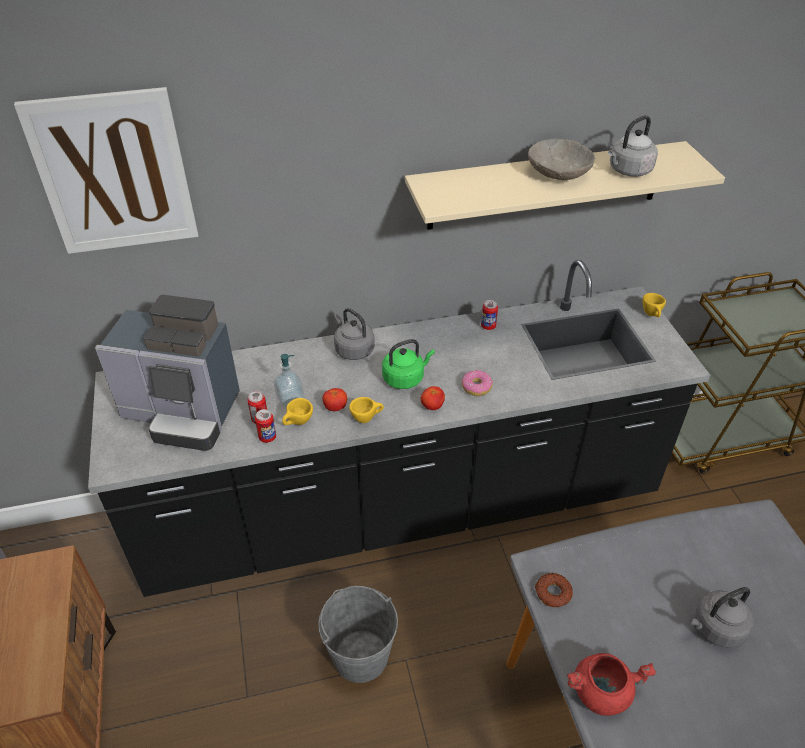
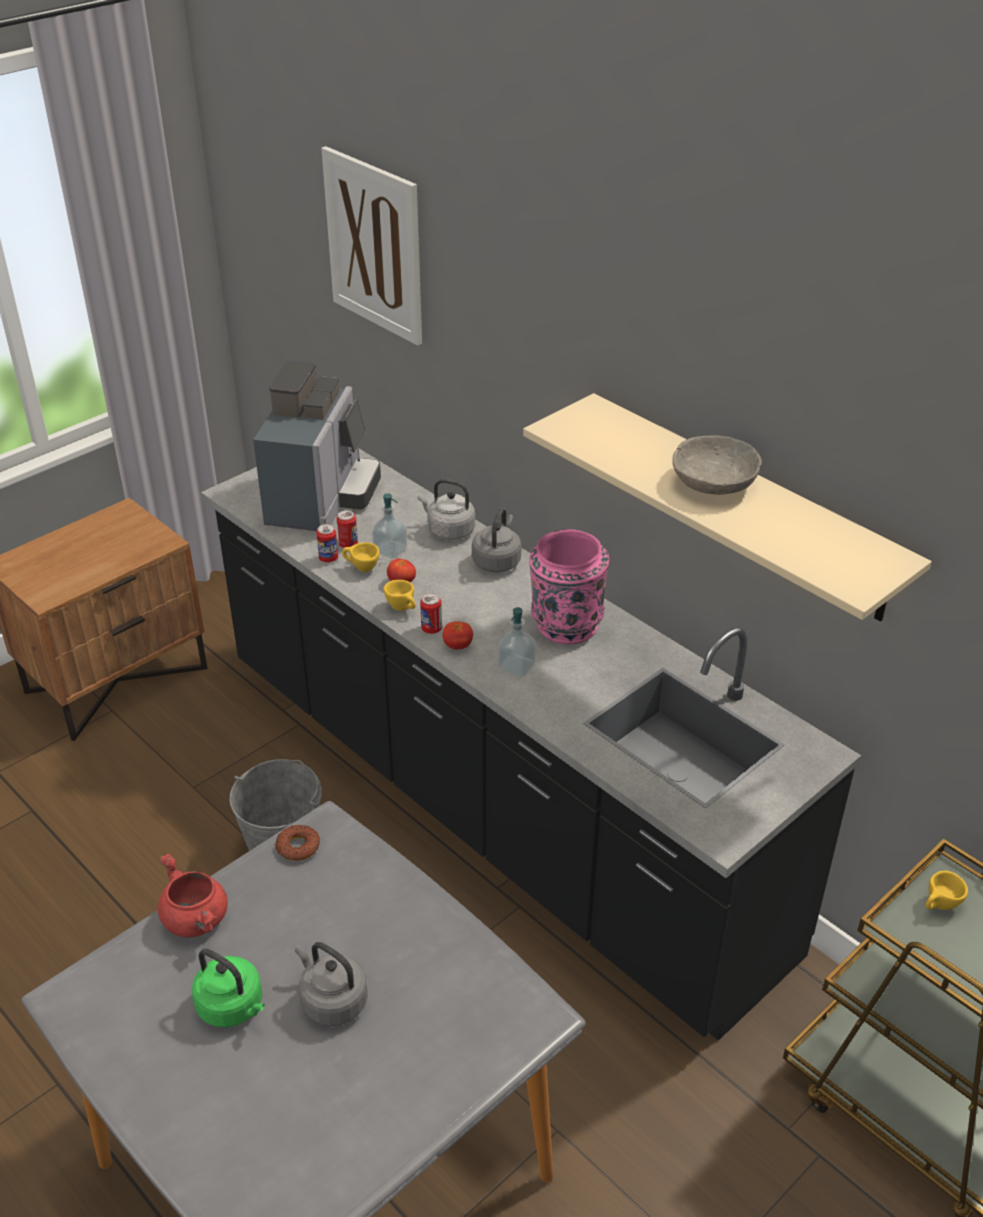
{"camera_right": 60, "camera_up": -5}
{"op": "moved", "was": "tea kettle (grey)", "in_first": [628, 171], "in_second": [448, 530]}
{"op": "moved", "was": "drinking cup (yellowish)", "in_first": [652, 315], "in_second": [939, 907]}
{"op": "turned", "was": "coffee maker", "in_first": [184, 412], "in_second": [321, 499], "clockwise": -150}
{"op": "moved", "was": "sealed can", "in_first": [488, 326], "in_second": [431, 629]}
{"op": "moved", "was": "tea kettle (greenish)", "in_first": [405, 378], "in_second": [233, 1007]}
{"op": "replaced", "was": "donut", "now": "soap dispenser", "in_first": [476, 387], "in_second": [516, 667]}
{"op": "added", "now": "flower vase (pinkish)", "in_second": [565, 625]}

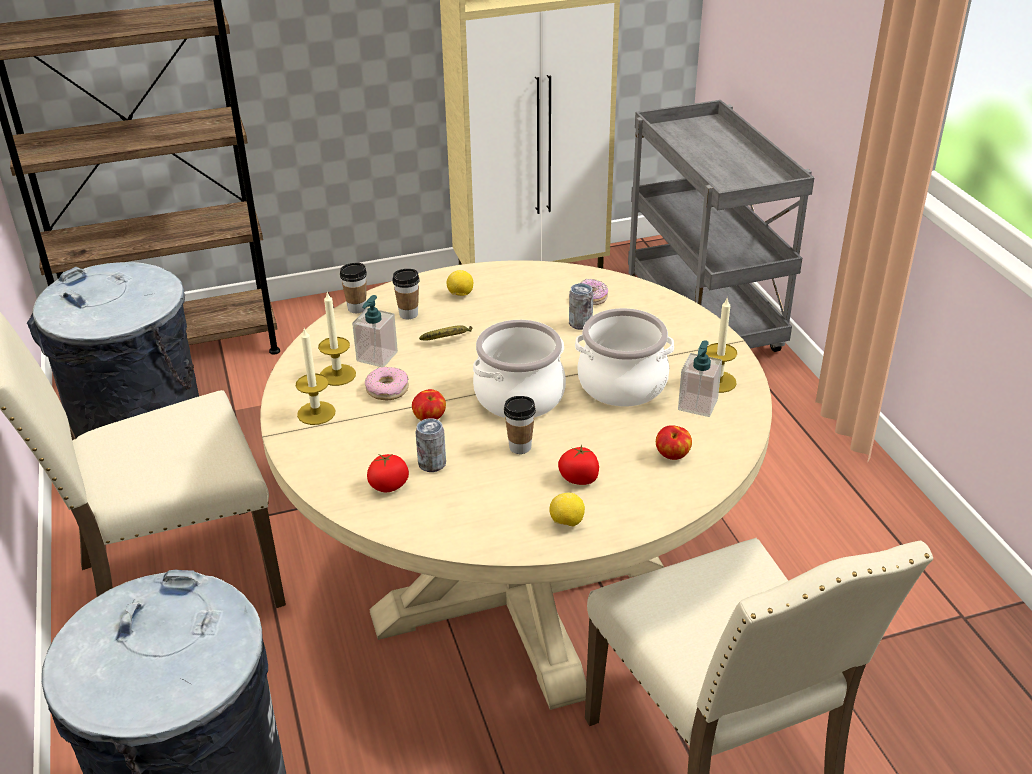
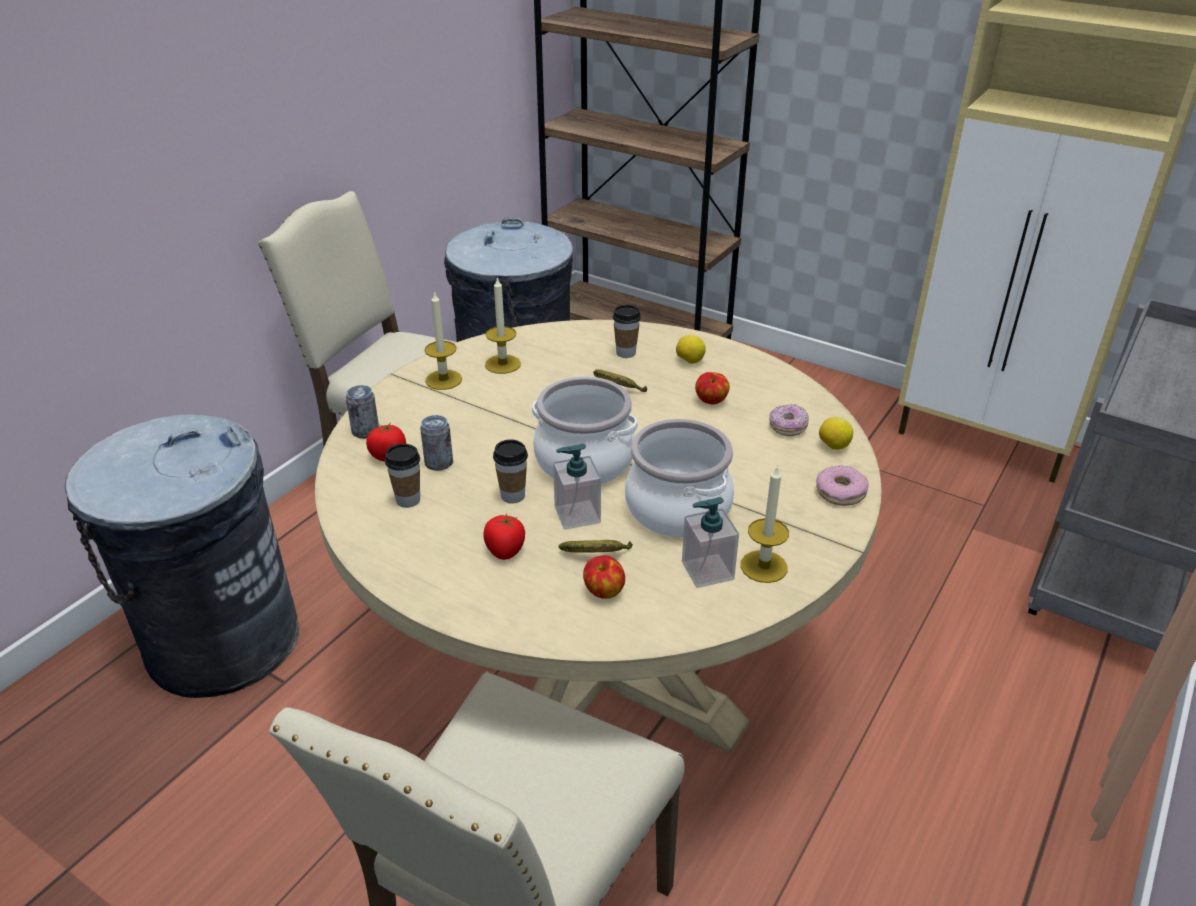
{"camera_right": 50, "camera_up": 0}
{"op": "moved", "was": "drinking cup", "in_first": [357, 308], "in_second": [408, 500]}
{"op": "moved", "was": "sealed can", "in_first": [580, 324], "in_second": [365, 432]}
{"op": "moved", "was": "soap dispenser", "in_first": [377, 356], "in_second": [577, 515]}
{"op": "moved", "was": "donut", "in_first": [387, 389], "in_second": [840, 492]}
{"op": "moved", "was": "apple fruit", "in_first": [430, 419], "in_second": [711, 401]}
{"op": "moved", "was": "whole lemon", "in_first": [566, 522], "in_second": [833, 446]}
{"op": "added", "now": "banana fruit", "in_second": [596, 555]}

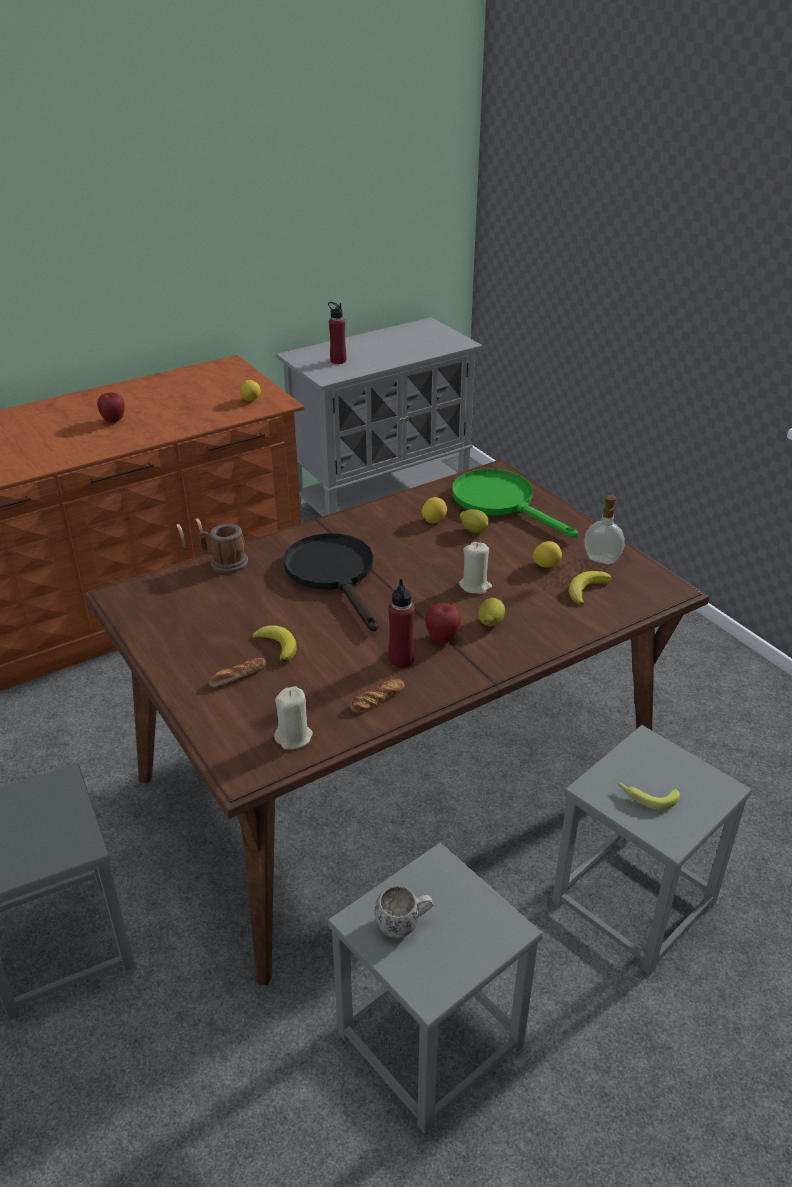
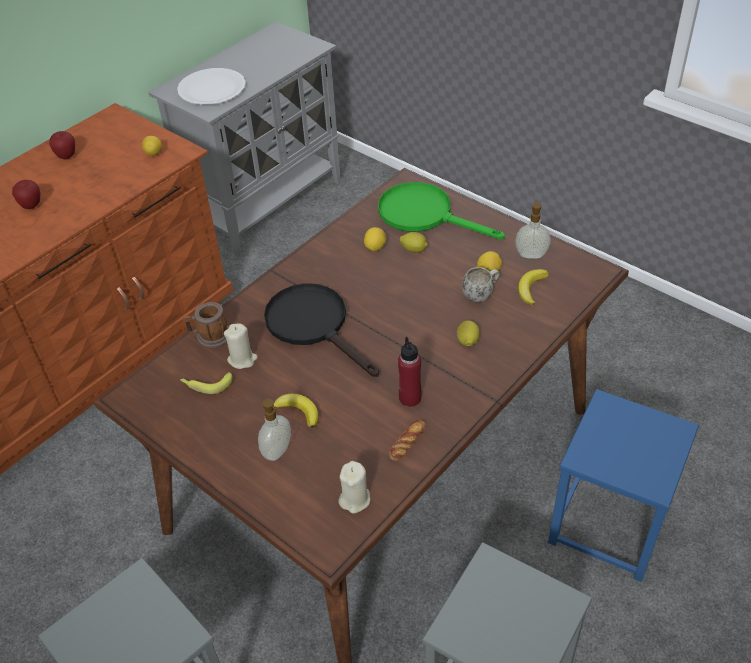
{"camera_right": -15, "camera_up": 10}
{"op": "replaced", "was": "bottle (reddish)", "now": "dinner plate (whitish)", "in_first": [338, 360], "in_second": [211, 89]}
{"op": "moved", "was": "wax light (beige)", "in_first": [475, 586], "in_second": [242, 359]}
{"op": "moved", "was": "apple fruit", "in_first": [442, 638], "in_second": [67, 156]}
{"op": "replaced", "was": "bakery bread", "now": "soap dispenser", "in_first": [238, 676], "in_second": [278, 451]}
{"op": "recoloured", "was": "stool (grey)", "now": "stool (bluish)", "in_first": [634, 903], "in_second": [610, 525]}
{"op": "moved", "was": "banana fruit", "in_first": [646, 797], "in_second": [206, 384]}
{"op": "moved", "was": "tea mug (whitish)", "in_first": [404, 924], "in_second": [481, 294]}

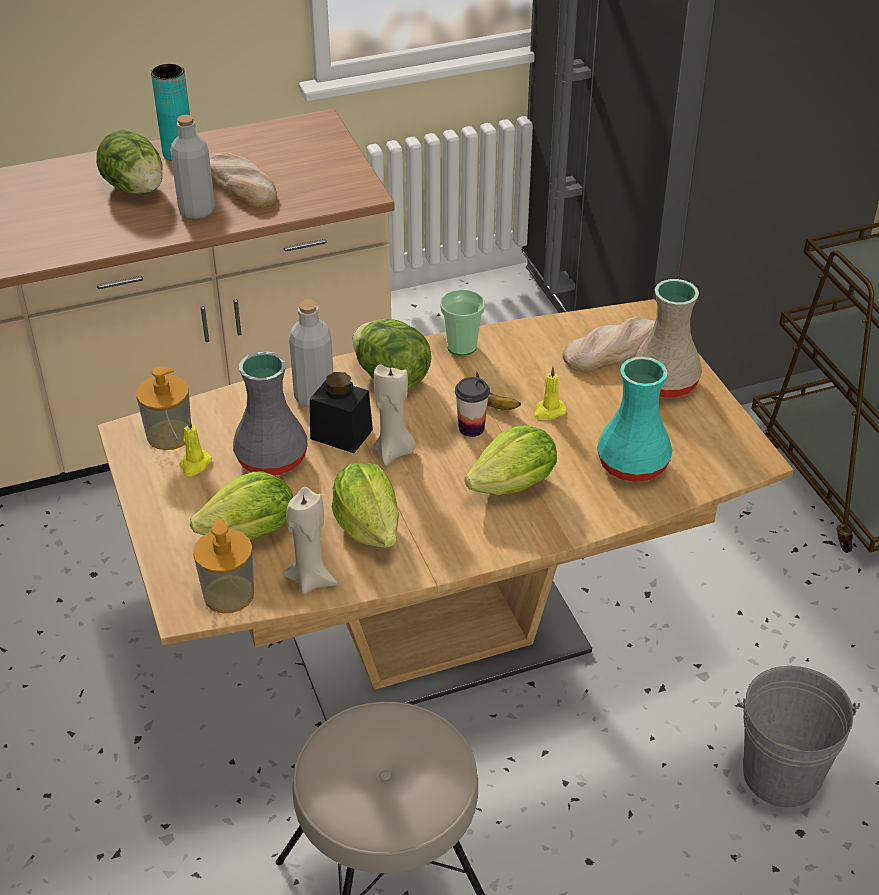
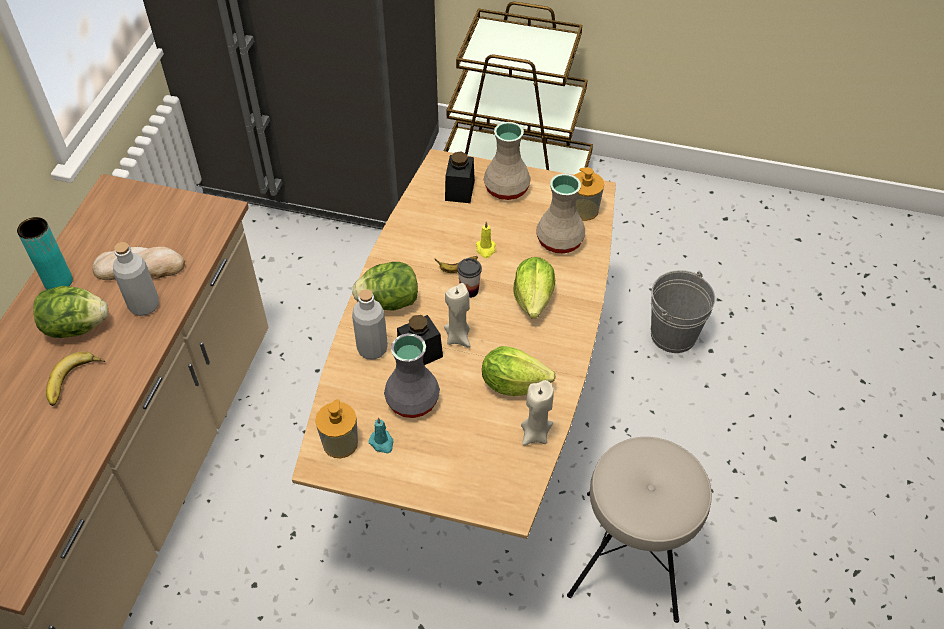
{"camera_right": -55, "camera_up": 10}
{"op": "removed", "was": "drinking cup", "in_first": [462, 346]}
{"op": "replaced", "was": "bakery bread", "now": "preserve jar (blackish)", "in_first": [616, 350], "in_second": [459, 190]}
{"op": "recoloured", "was": "flower vase (blue-green)", "now": "flower vase (beige)", "in_first": [633, 464], "in_second": [559, 240]}
{"op": "recoloured", "was": "wax light (yellowish)", "now": "wax light (blue-green)", "in_first": [195, 464], "in_second": [382, 443]}
{"op": "removed", "was": "head of lettuce", "in_first": [251, 532]}
{"op": "moved", "was": "soap dispenser", "in_first": [229, 594], "in_second": [584, 210]}
{"op": "added", "now": "banana fruit", "in_second": [75, 382]}

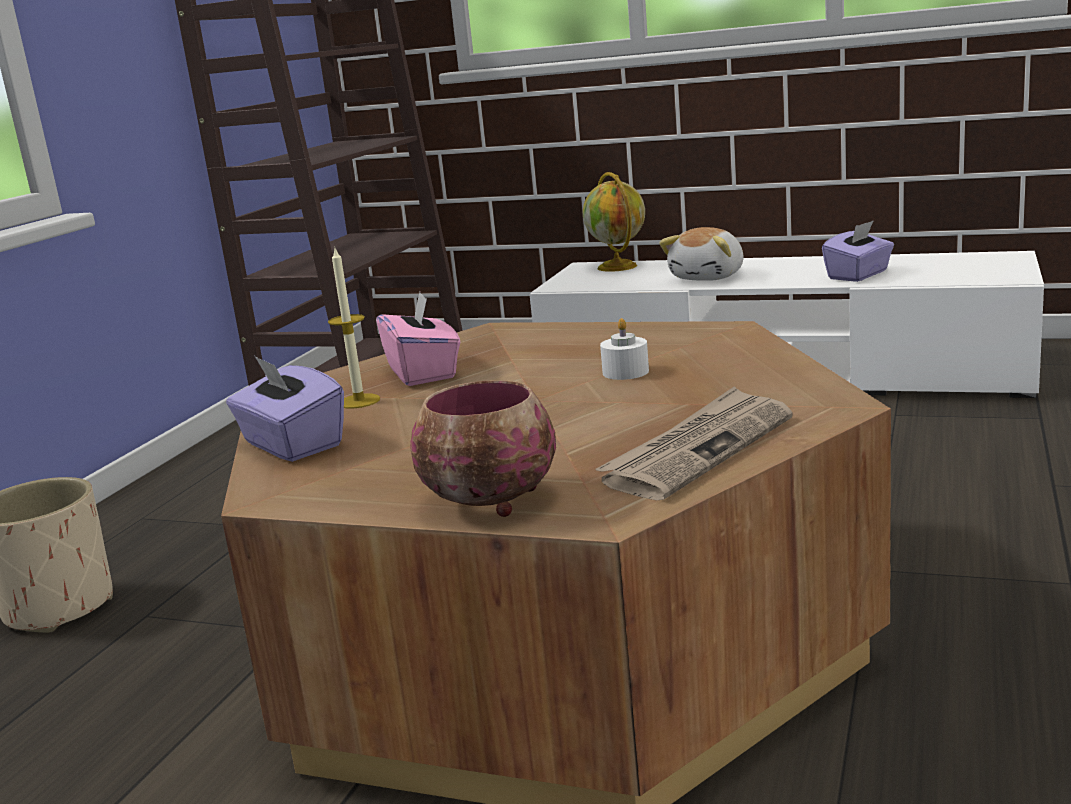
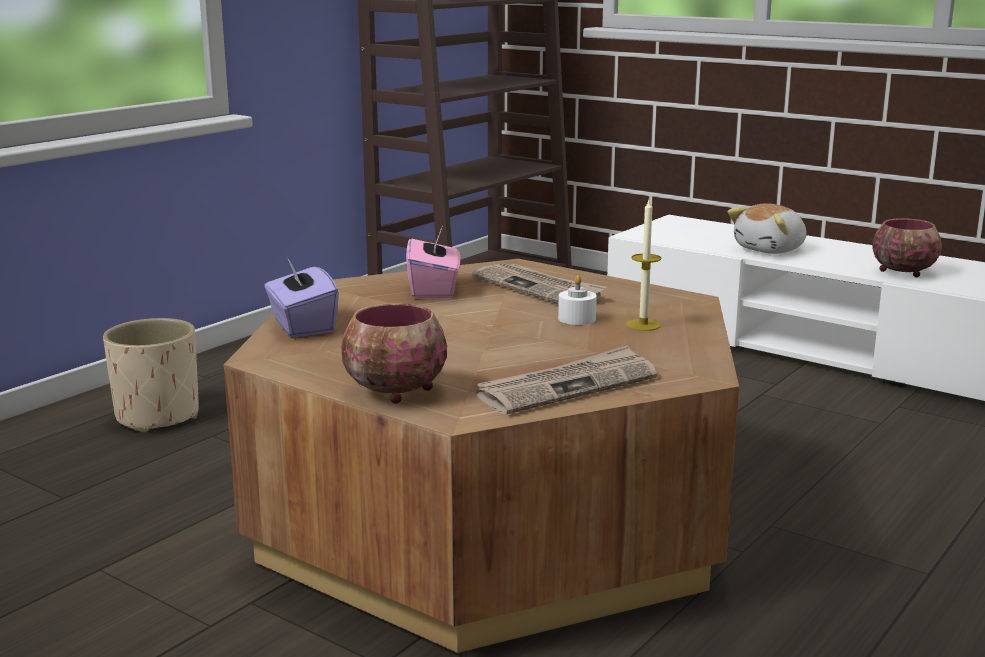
{"camera_right": 15, "camera_up": 0}
{"op": "removed", "was": "world globe", "in_first": [618, 267]}
{"op": "replaced", "was": "tissue holder (purplish)", "now": "bowl", "in_first": [858, 275], "in_second": [903, 272]}
{"op": "moved", "was": "wax light", "in_first": [359, 401], "in_second": [643, 325]}
{"op": "added", "now": "newspaper", "in_second": [539, 288]}

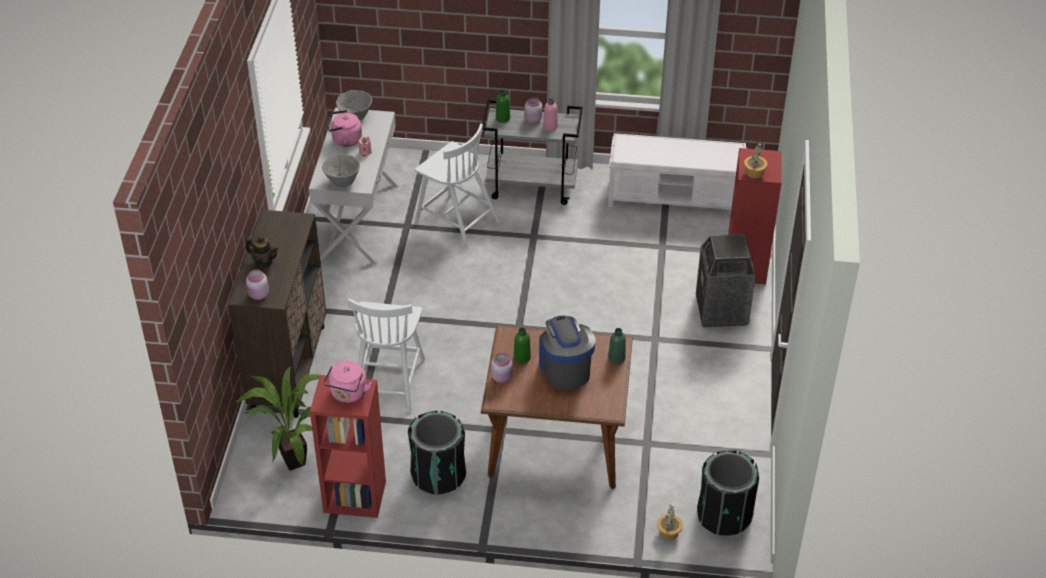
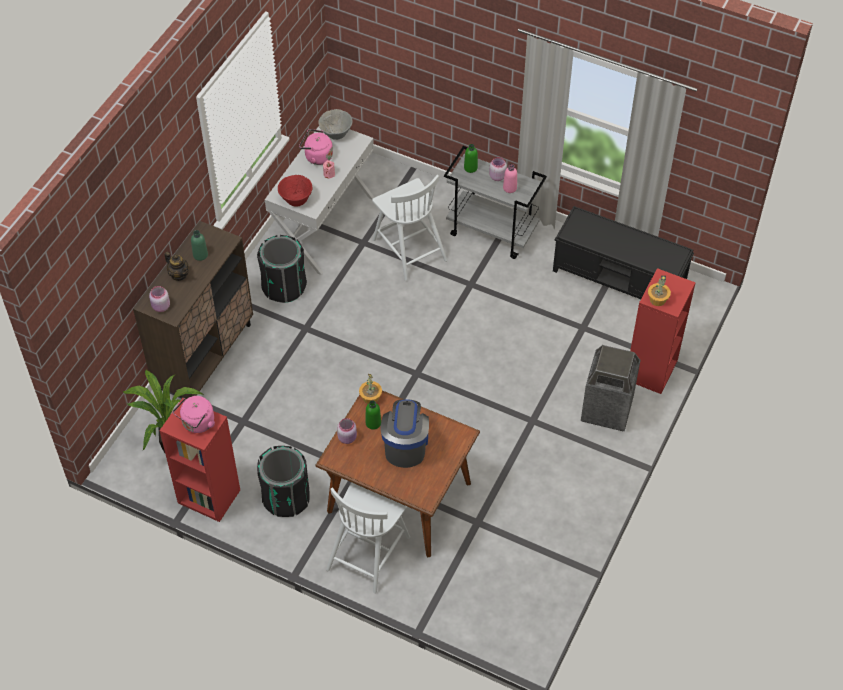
{"camera_right": 20, "camera_up": 10}
{"op": "recoloured", "was": "long seat (whitish)", "now": "long seat (blackish)", "in_first": [675, 197], "in_second": [619, 278]}
{"op": "recoloured", "was": "bowl (grey)", "now": "bowl (reddish)", "in_first": [342, 182], "in_second": [296, 200]}
{"op": "moved", "was": "chair (whitish)", "in_first": [389, 381], "in_second": [368, 551]}
{"op": "moved", "was": "bottle (greenish)", "in_first": [616, 358], "in_second": [200, 255]}
{"op": "moved", "was": "trash can (blackish)", "in_first": [724, 516], "in_second": [284, 287]}
{"op": "moved", "was": "houseplant", "in_first": [668, 533], "in_second": [370, 397]}

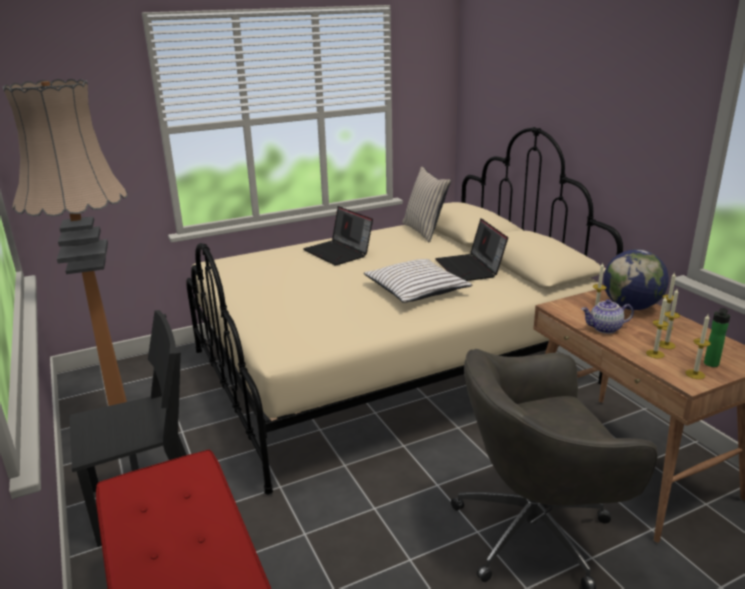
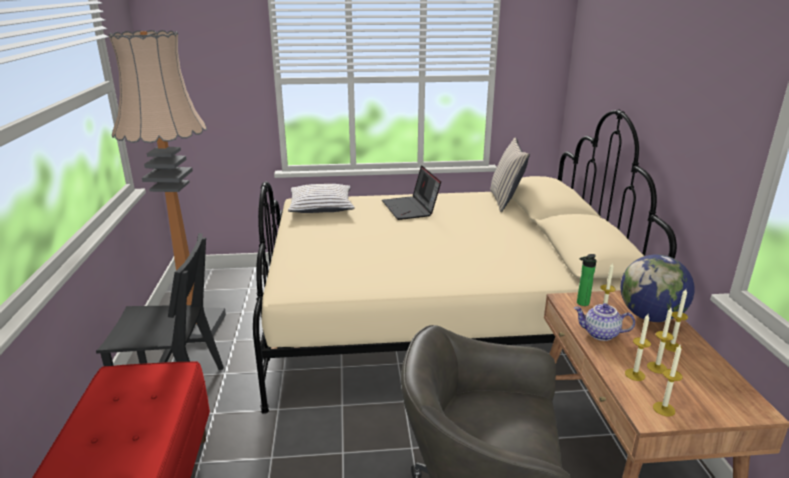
{"camera_right": 20, "camera_up": 0}
{"op": "removed", "was": "portable computer", "in_first": [470, 268]}
{"op": "moved", "was": "throw pillow (whitish)", "in_first": [416, 290], "in_second": [321, 207]}
{"op": "moved", "was": "bottle", "in_first": [710, 364], "in_second": [581, 303]}

